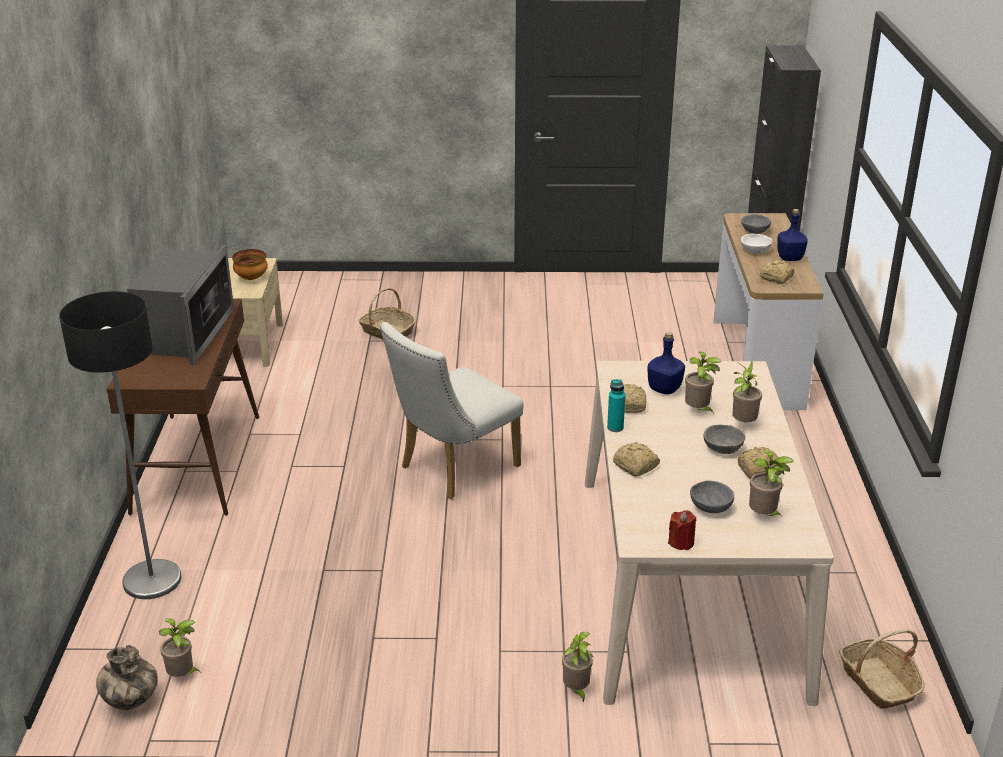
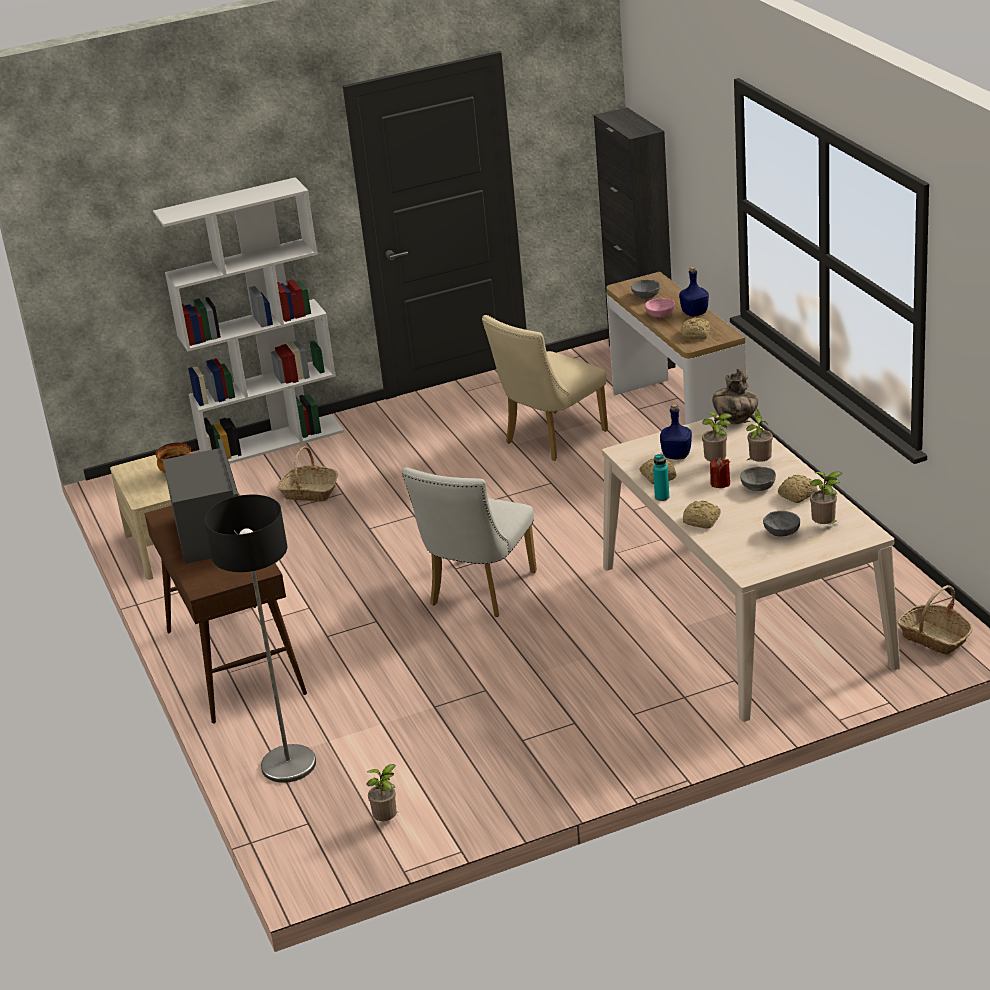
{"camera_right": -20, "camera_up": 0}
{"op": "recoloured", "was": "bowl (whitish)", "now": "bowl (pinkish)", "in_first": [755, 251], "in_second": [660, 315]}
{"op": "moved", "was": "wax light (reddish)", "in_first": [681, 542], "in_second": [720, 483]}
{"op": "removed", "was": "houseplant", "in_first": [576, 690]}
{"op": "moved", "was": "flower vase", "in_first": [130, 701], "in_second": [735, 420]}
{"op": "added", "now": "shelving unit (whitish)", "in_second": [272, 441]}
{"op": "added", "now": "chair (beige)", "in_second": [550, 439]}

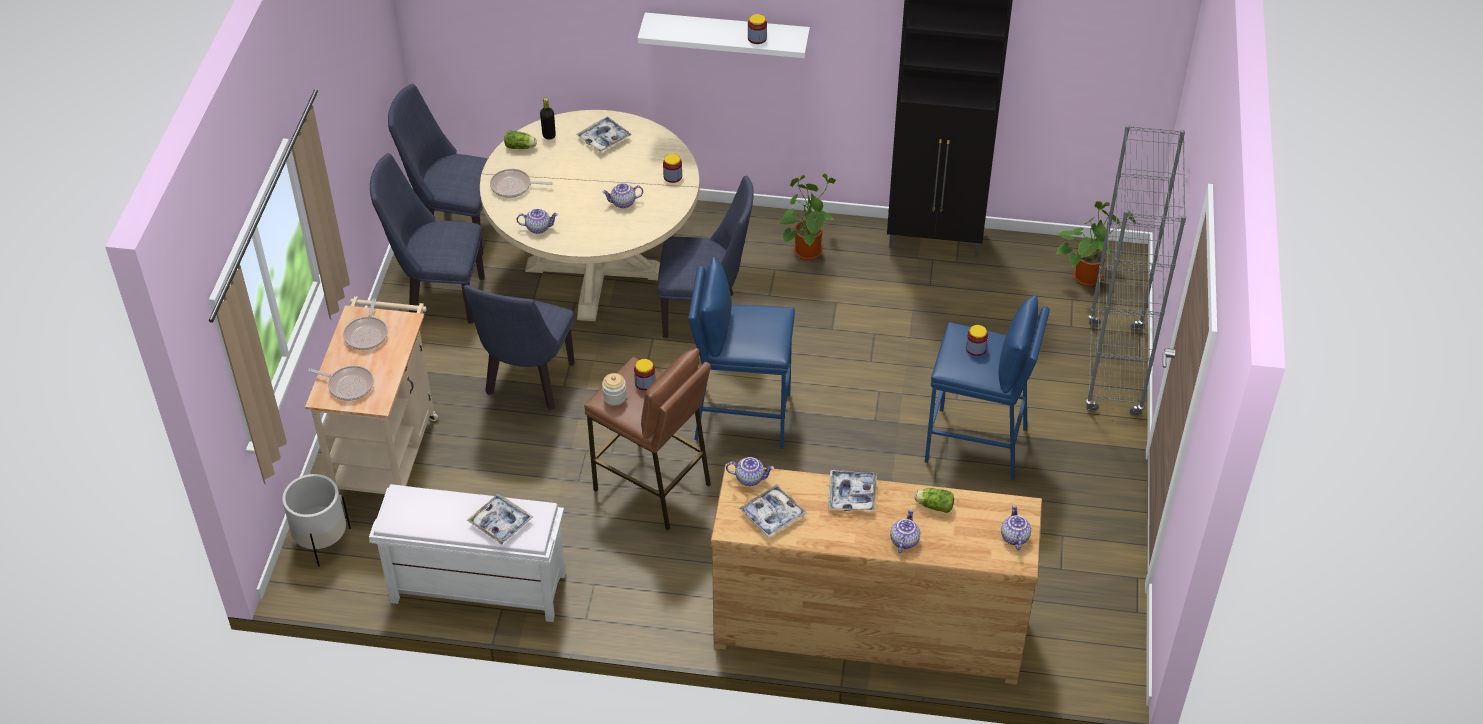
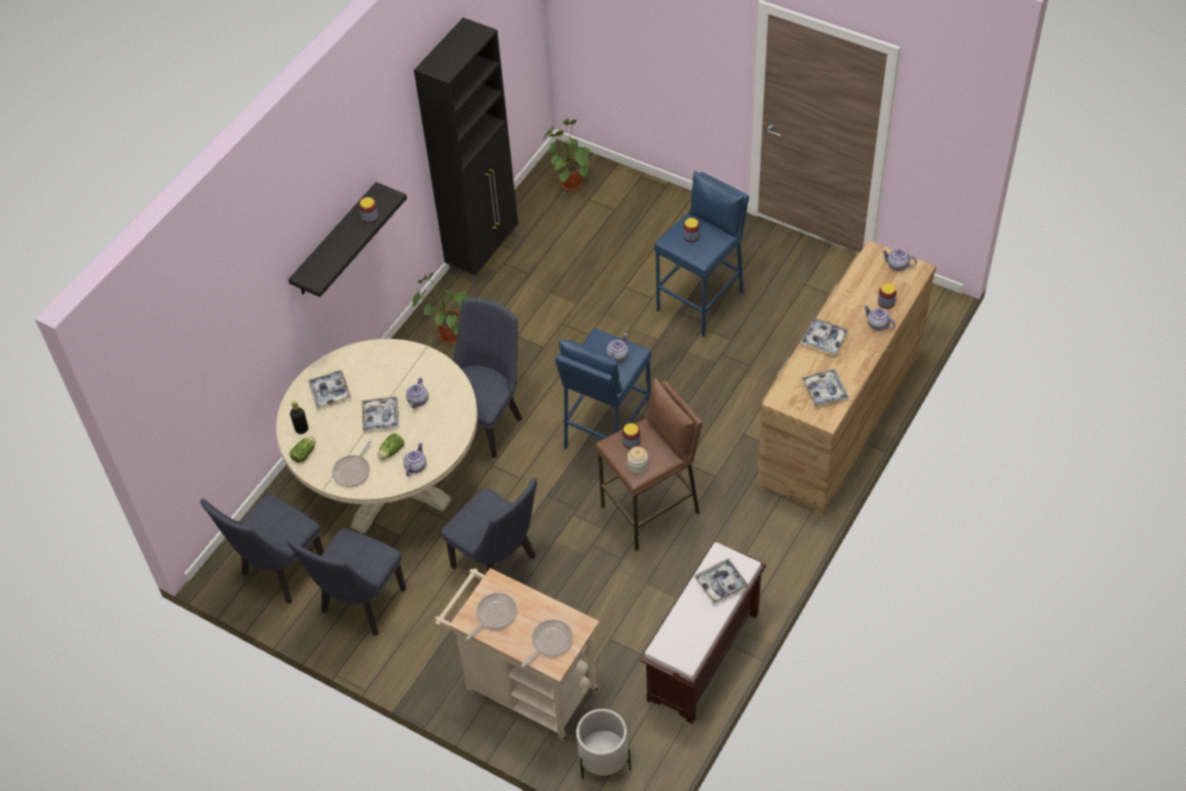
{"camera_right": -65, "camera_up": 5}
{"op": "recoloured", "was": "shelf (whitish)", "now": "shelf (blackish)", "in_first": [727, 35], "in_second": [335, 241]}
{"op": "removed", "was": "shelving unit (grey)", "in_first": [1114, 370]}
{"op": "moved", "was": "preserve jar", "in_first": [672, 176], "in_second": [886, 302]}
{"op": "turned", "was": "skillet", "in_first": [367, 334], "in_second": [494, 615], "clockwise": -75}
{"op": "moved", "was": "pot for tea", "in_first": [750, 478], "in_second": [617, 356]}
{"op": "recoloured", "was": "long seat (whitish)", "now": "long seat (brown-coloured)", "in_first": [476, 588], "in_second": [703, 658]}
{"op": "moved", "was": "head of lettuce", "in_first": [933, 505], "in_second": [390, 452]}
{"op": "added", "now": "tray", "in_second": [381, 416]}

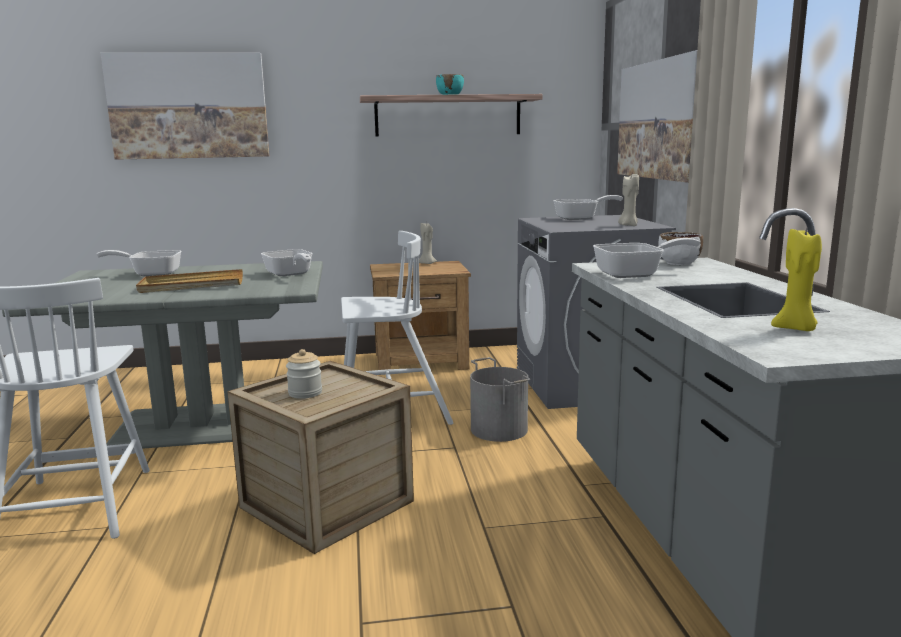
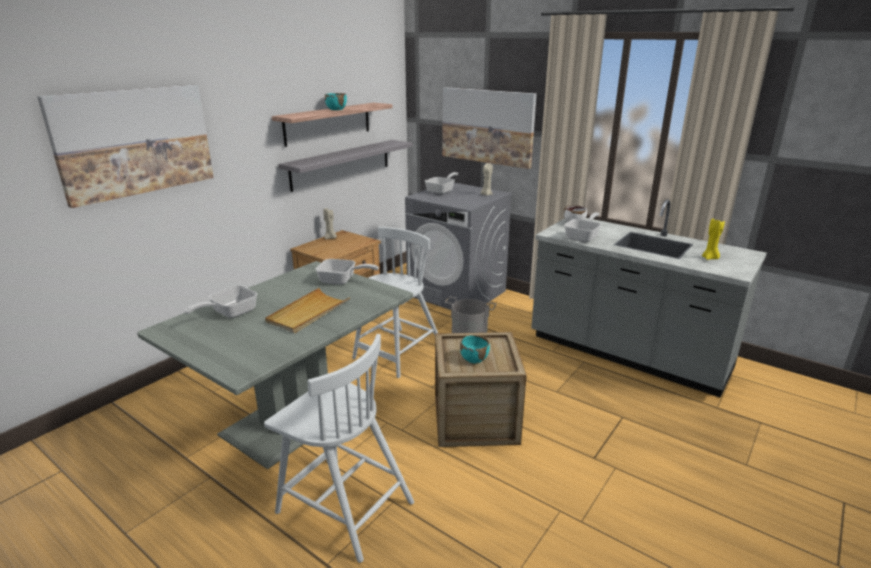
{"camera_right": -45, "camera_up": 10}
{"op": "replaced", "was": "preserve jar", "now": "bowl (blue-green)", "in_first": [305, 393], "in_second": [474, 359]}
{"op": "added", "now": "shelf (grey)", "in_second": [341, 164]}

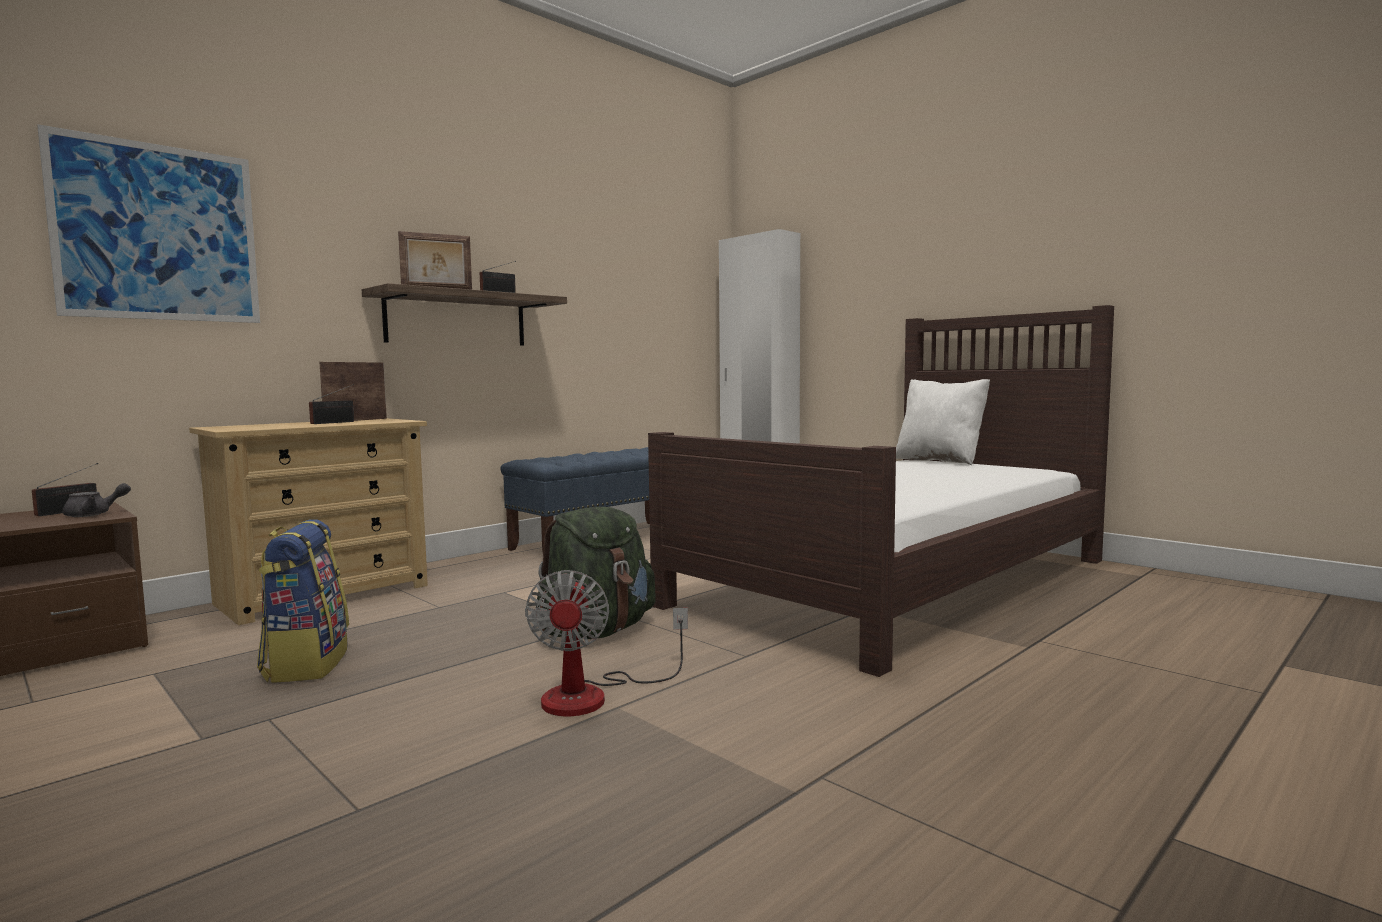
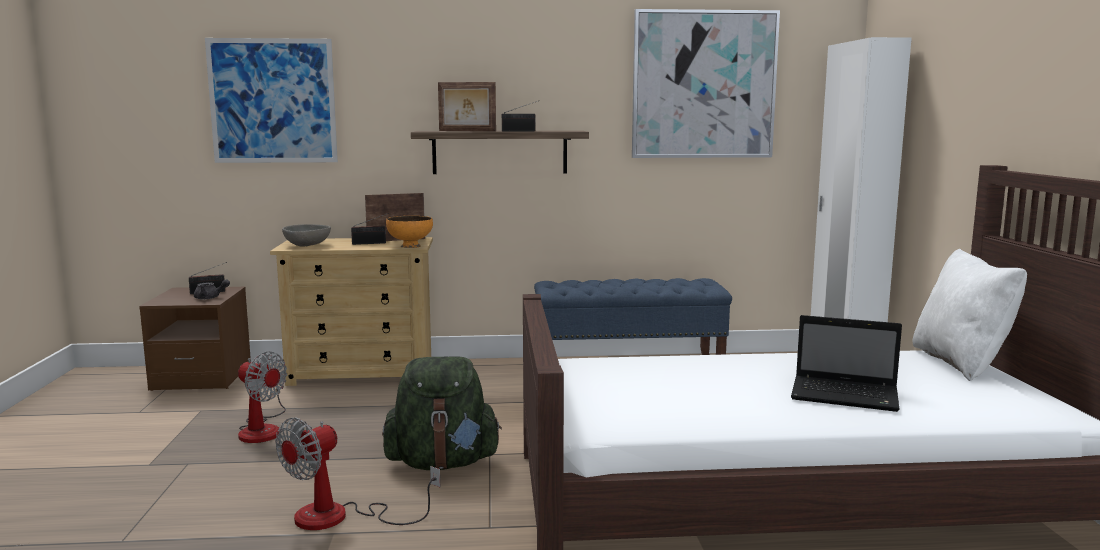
{"camera_right": 40, "camera_up": 5}
{"op": "replaced", "was": "rucksack", "now": "cooling fan", "in_first": [306, 664], "in_second": [262, 429]}
{"op": "added", "now": "wall art", "in_second": [703, 85]}
{"op": "added", "now": "bowl (orange)", "in_second": [410, 246]}
{"op": "added", "now": "bowl (grey)", "in_second": [307, 245]}
{"op": "added", "now": "portable computer", "in_second": [847, 396]}

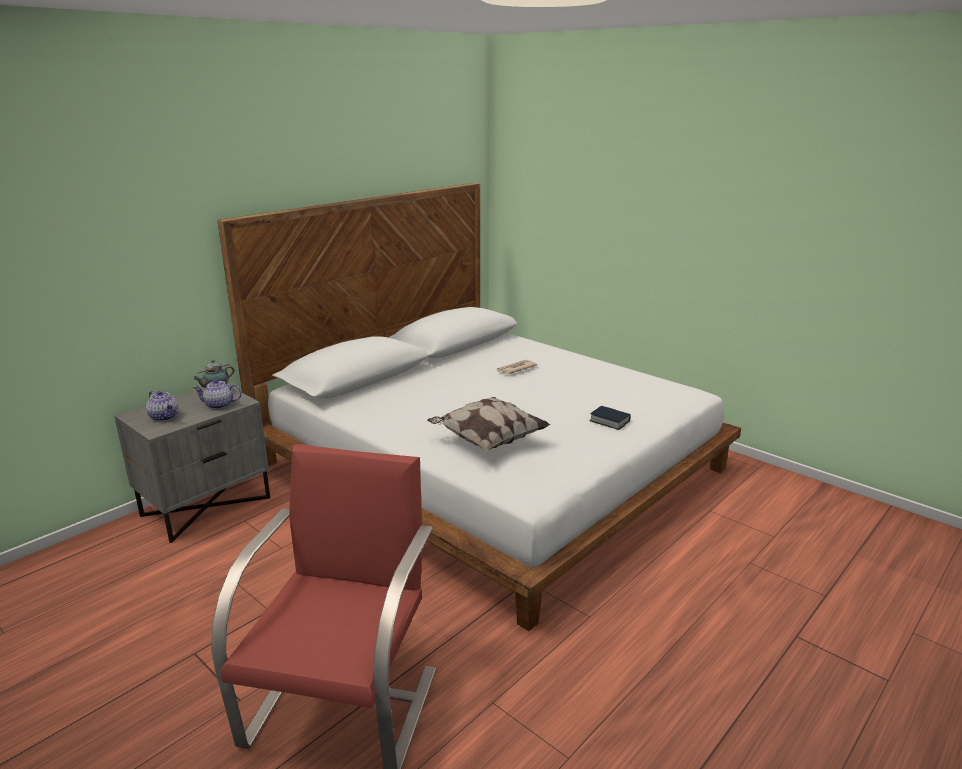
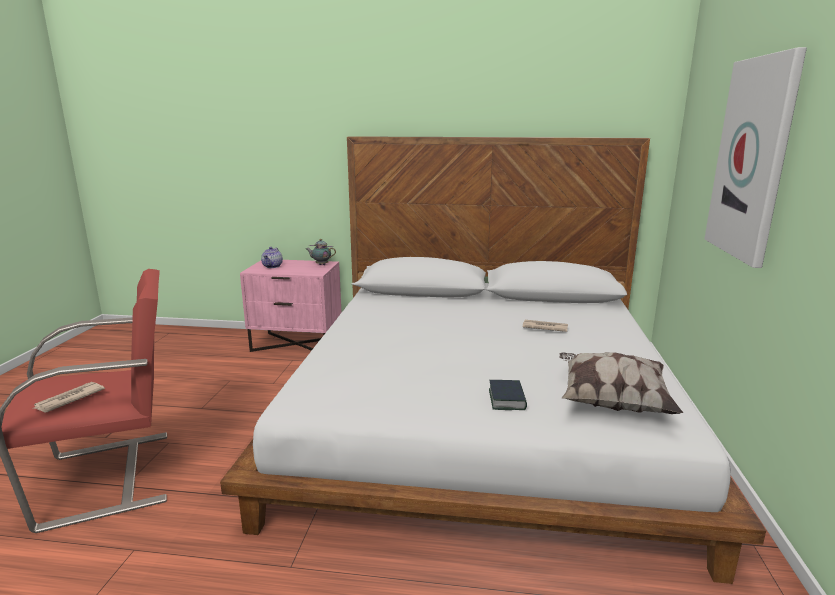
{"camera_right": 55, "camera_up": -5}
{"op": "removed", "was": "pot for tea", "in_first": [219, 405]}
{"op": "recoloured", "was": "bedside table (grey)", "now": "bedside table (pinkish)", "in_first": [206, 506], "in_second": [297, 343]}
{"op": "moved", "was": "throw pillow", "in_first": [487, 440], "in_second": [611, 402]}
{"op": "added", "now": "wall art", "in_second": [753, 159]}
{"op": "added", "now": "newspaper", "in_second": [68, 399]}

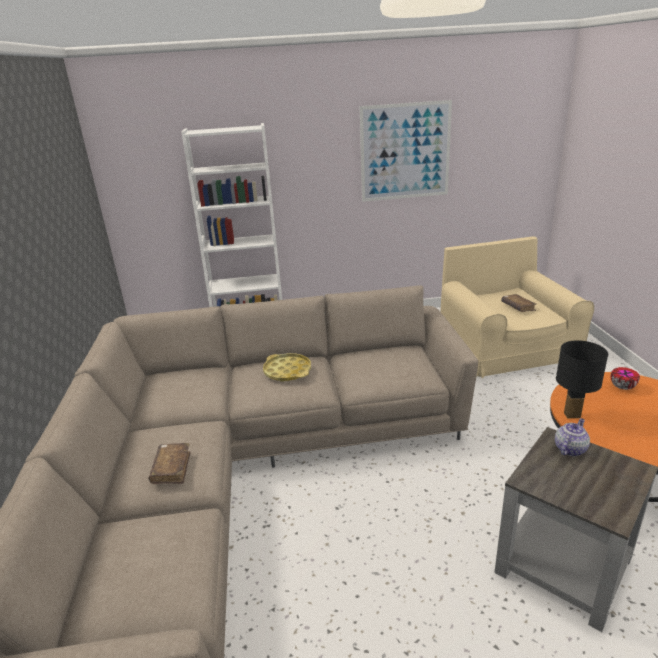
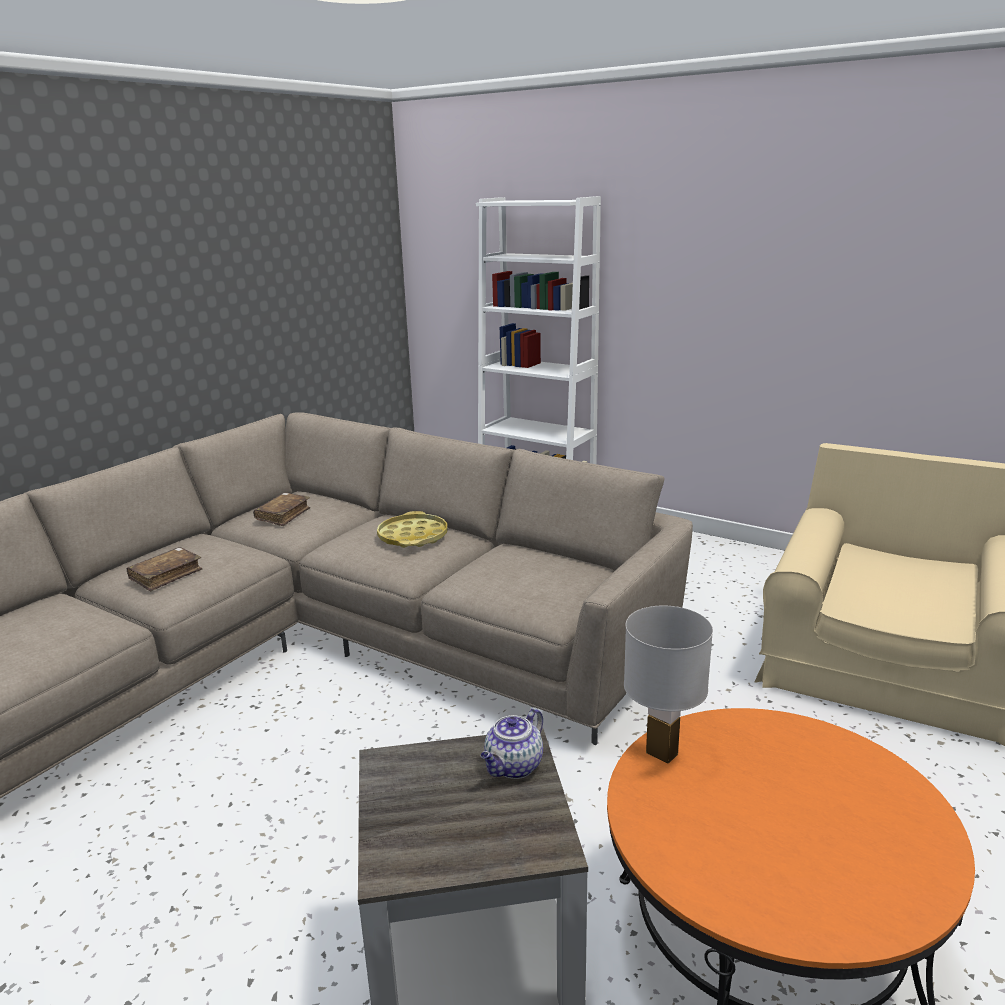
{"camera_right": 40, "camera_up": -5}
{"op": "removed", "was": "wall art", "in_first": [405, 152]}
{"op": "moved", "was": "bound book (brown-coloured)", "in_first": [518, 307], "in_second": [283, 515]}
{"op": "recoloured", "was": "lamp for a table (blackish)", "now": "lamp for a table (whitish)", "in_first": [572, 415], "in_second": [662, 753]}
{"op": "removed", "was": "bowl", "in_first": [623, 387]}
{"op": "turned", "was": "pot for tea", "in_first": [570, 449], "in_second": [513, 767], "clockwise": 135}

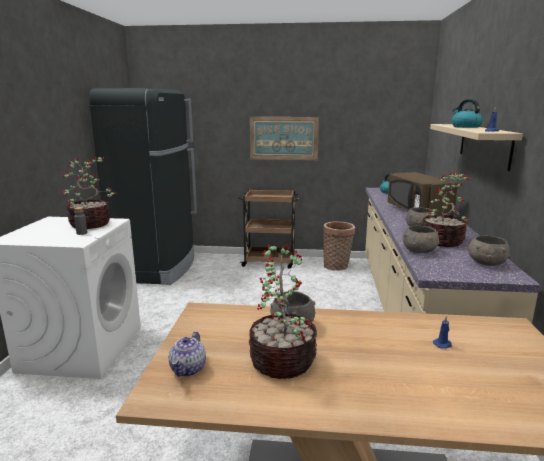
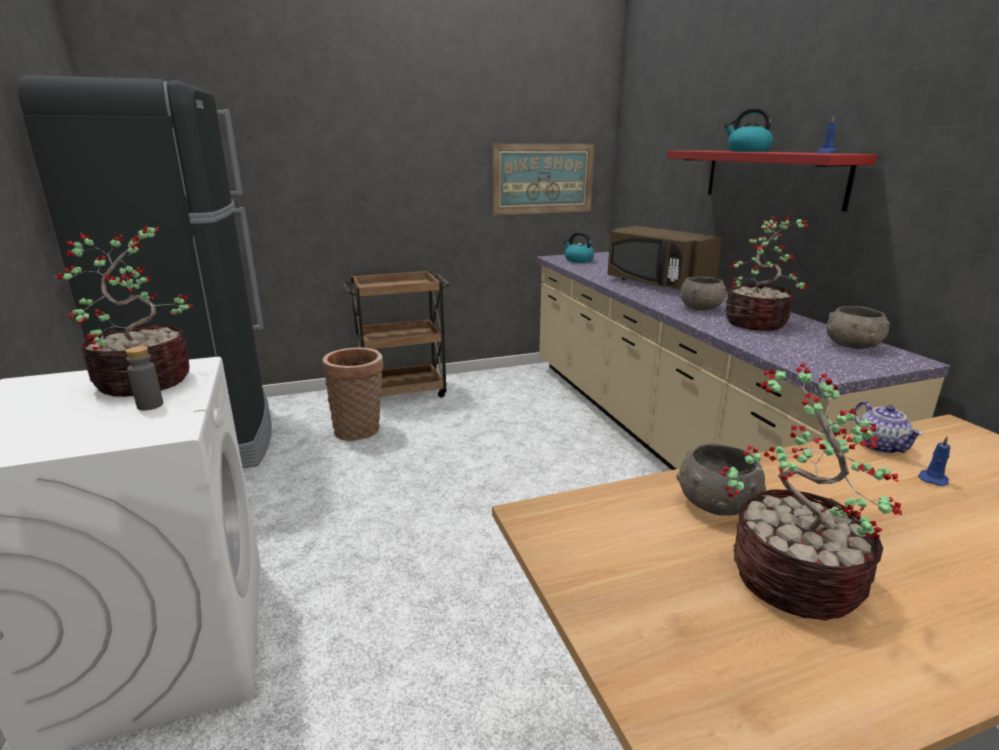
{"camera_right": -25, "camera_up": 5}
{"op": "moved", "was": "wall art", "in_first": [284, 138], "in_second": [543, 179]}
{"op": "recoloured", "was": "shelf (beige)", "now": "shelf (reddish)", "in_first": [484, 144], "in_second": [772, 177]}
{"op": "moved", "was": "basket", "in_first": [337, 266], "in_second": [360, 431]}
{"op": "removed", "was": "bowl (grey)", "in_first": [419, 251]}
{"op": "moved", "was": "pot for tea", "in_first": [188, 369], "in_second": [881, 446]}

